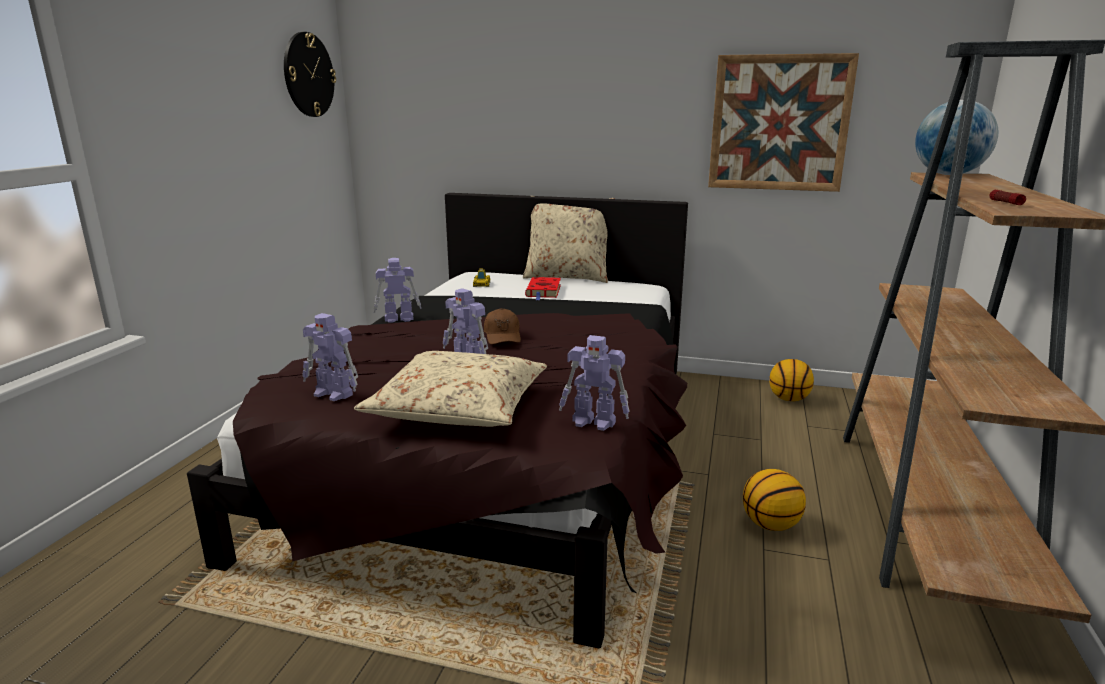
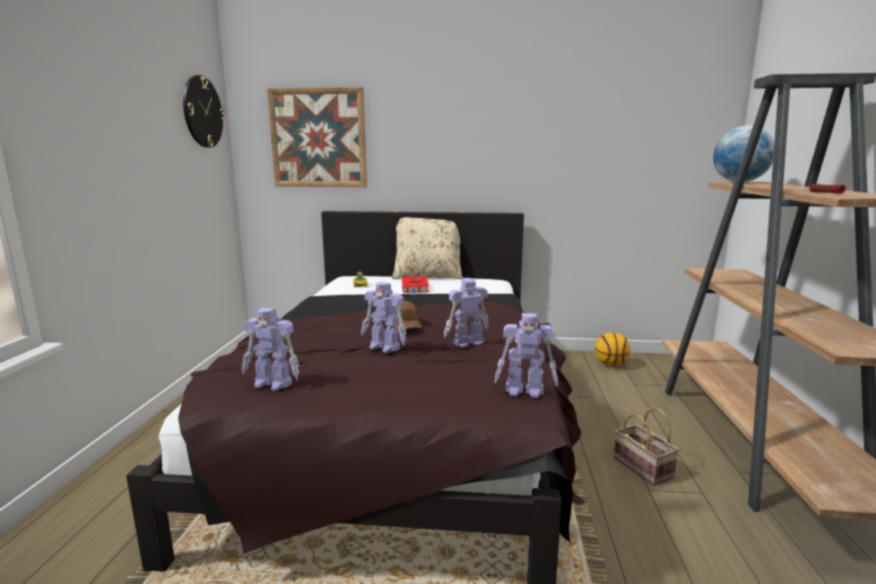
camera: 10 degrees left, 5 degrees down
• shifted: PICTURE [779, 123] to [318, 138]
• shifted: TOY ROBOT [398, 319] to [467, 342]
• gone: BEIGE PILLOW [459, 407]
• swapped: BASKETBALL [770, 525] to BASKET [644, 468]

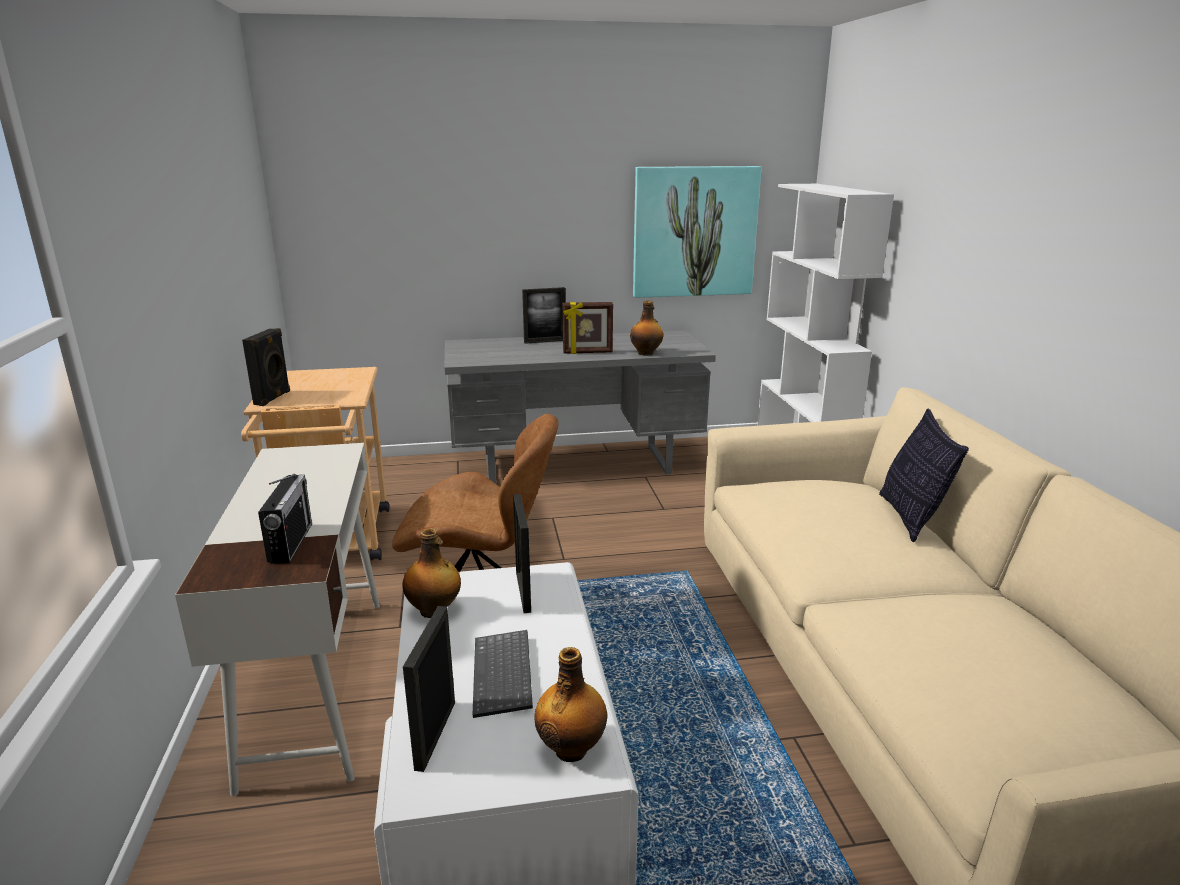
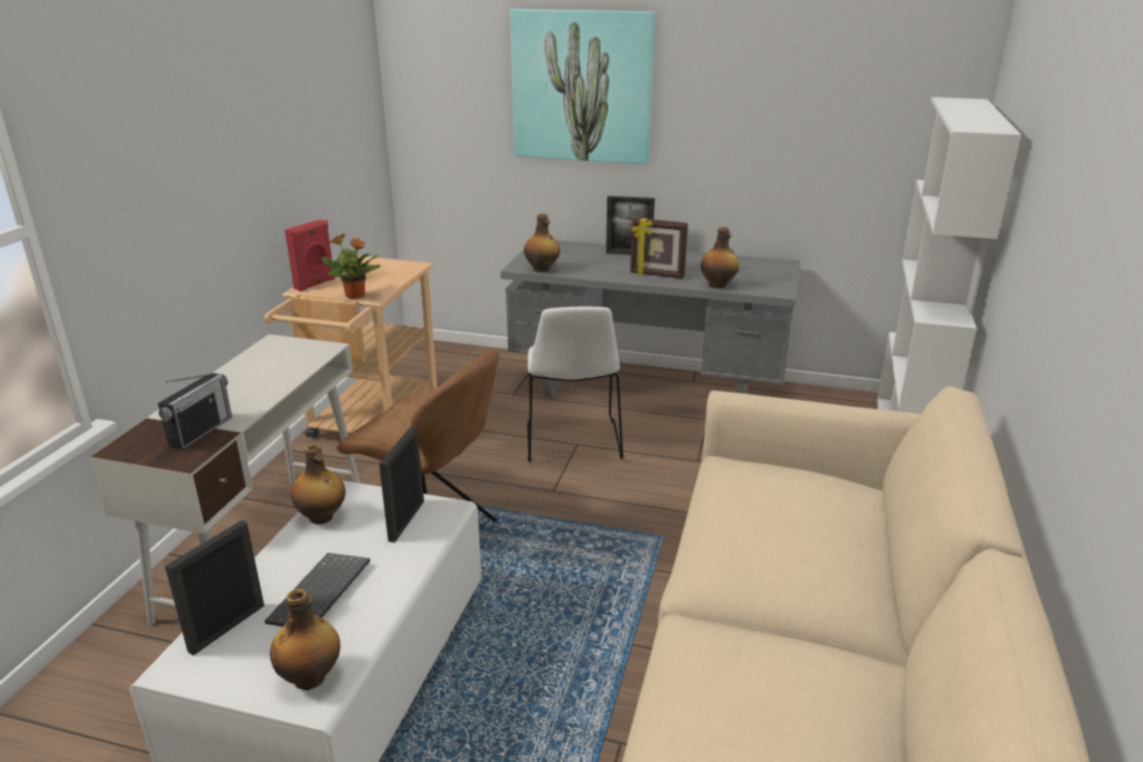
camera: 25 degrees right, 5 degrees up
• shifted: PICTURE [694, 232] to [582, 86]
• repainted: BLACK SPEAKER [273, 398] to RED SPEAKER [315, 284]
• gone: PILLOW [911, 518]
• new: BOTTLE [542, 270]
• new: POTTED PLANT [356, 296]
• new: WHITE CHAIR [573, 443]

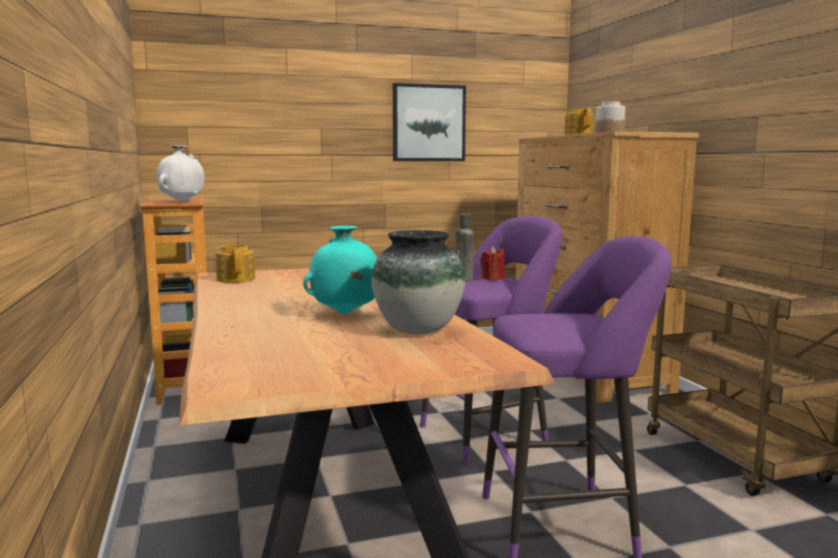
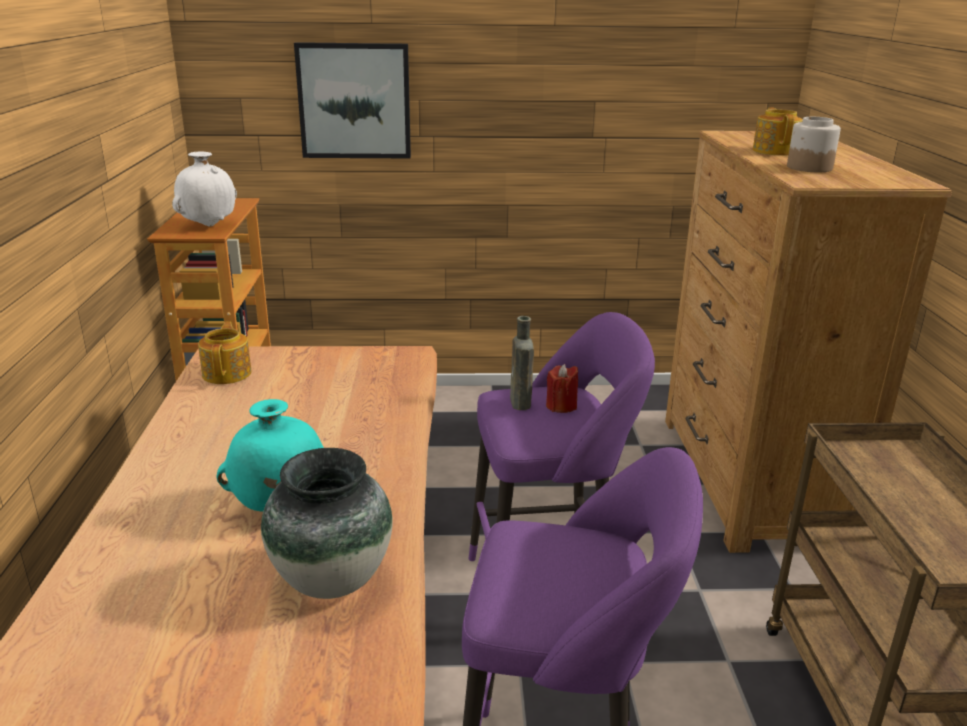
camera: 15 degrees right, 15 degrees up
• shifted: PICTURE [428, 123] to [354, 101]

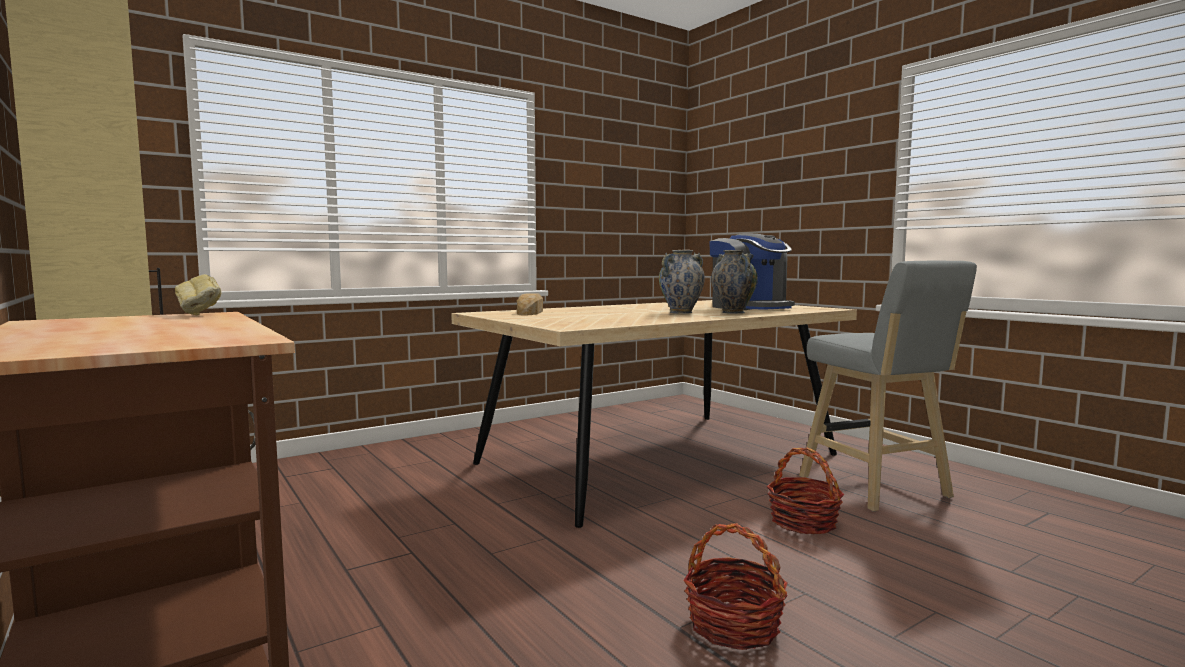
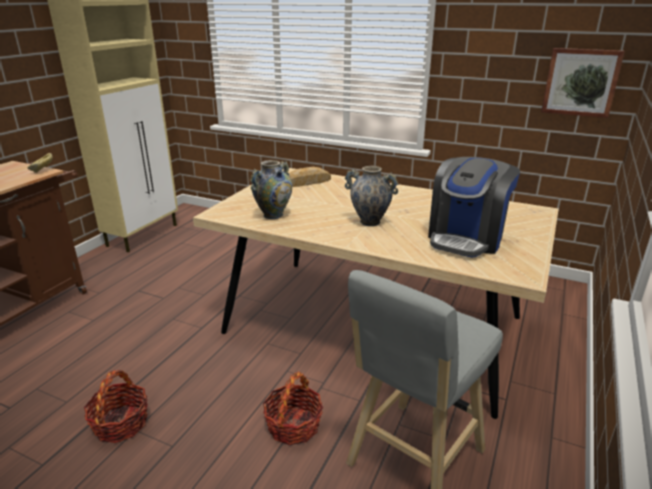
camera: 60 degrees right, 20 degrees up
• shifted: VASE [733, 312] to [273, 215]
• new: PICTURE [580, 82]

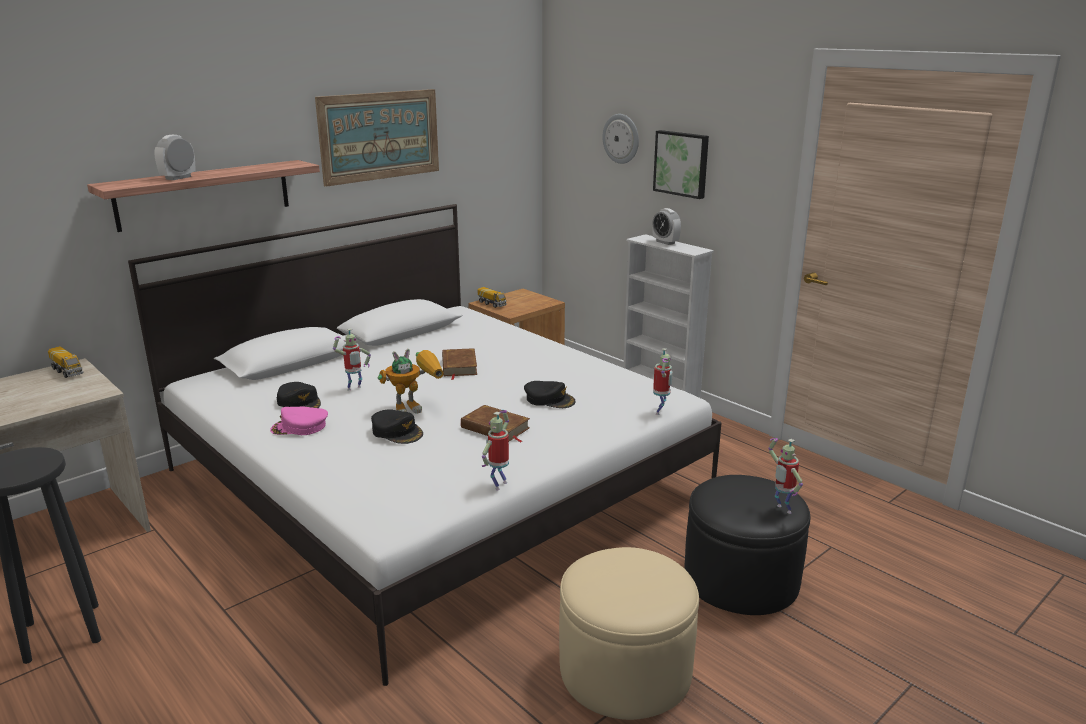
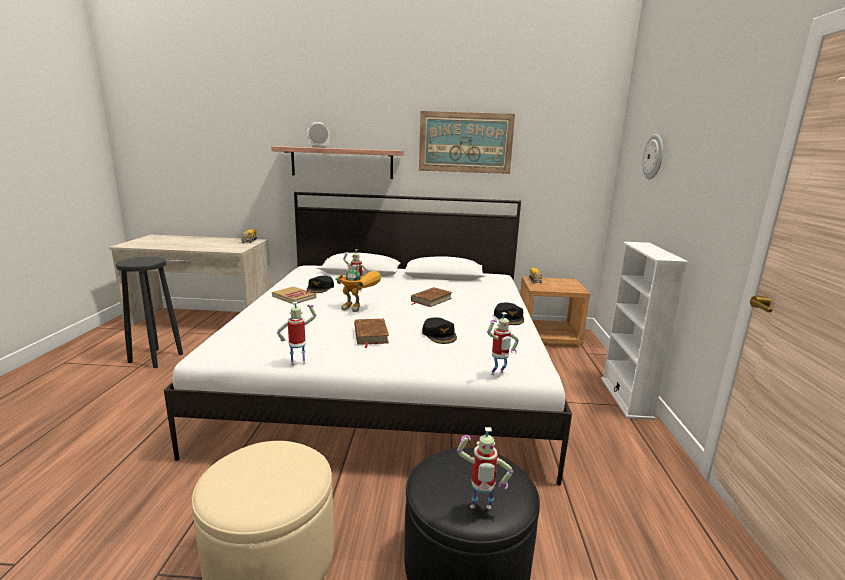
camera: 45 degrees right, 5 degrees down
• gone: PICTURE [682, 163]
• gone: ALARM CLOCK [665, 242]
• swapped: PINK CAP [300, 427] to BOOK [294, 297]
• shifted: BLACK CAP [397, 432] to [509, 317]
• rotated: TOY ROBOT [781, 509] = [480, 509] 105 degrees counterclockwise

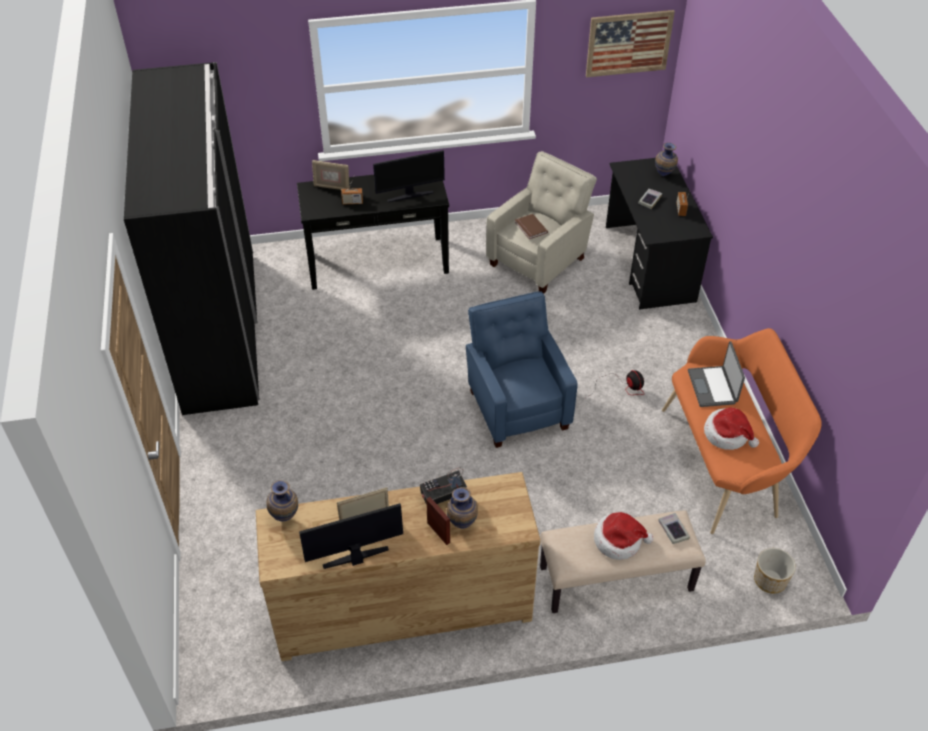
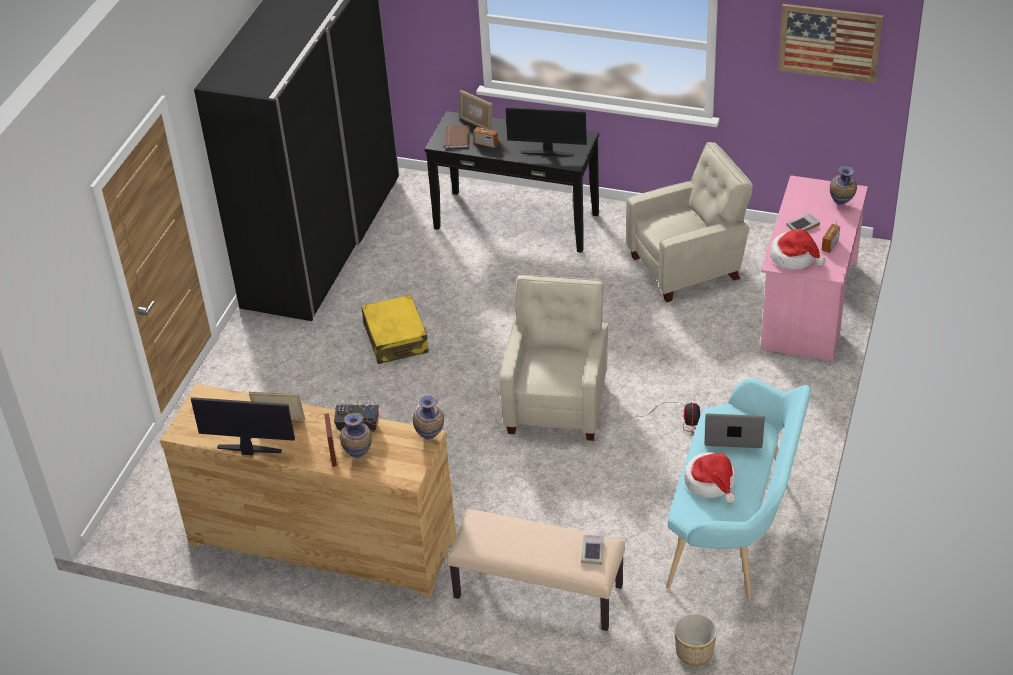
camera: 30 degrees right, 5 degrees down
• repainted: BLACK DESK [649, 264] to PINK DESK [809, 306]
• shifted: BROWN BOOK [530, 228] to [456, 138]
• repainted: BLUE ARMCHAIR [517, 406] to BEIGE ARMCHAIR [558, 403]
• repainted: ORANGE BENCH [725, 463] to TURQUOISE BENCH [735, 529]
• rotated: LAPTOP [713, 387] = [733, 434] 75 degrees clockwise
• shifted: VASE [285, 517] to [430, 437]
• shifted: HAT [619, 541] to [794, 257]
• new: YELLOW SUITCASE [396, 338]

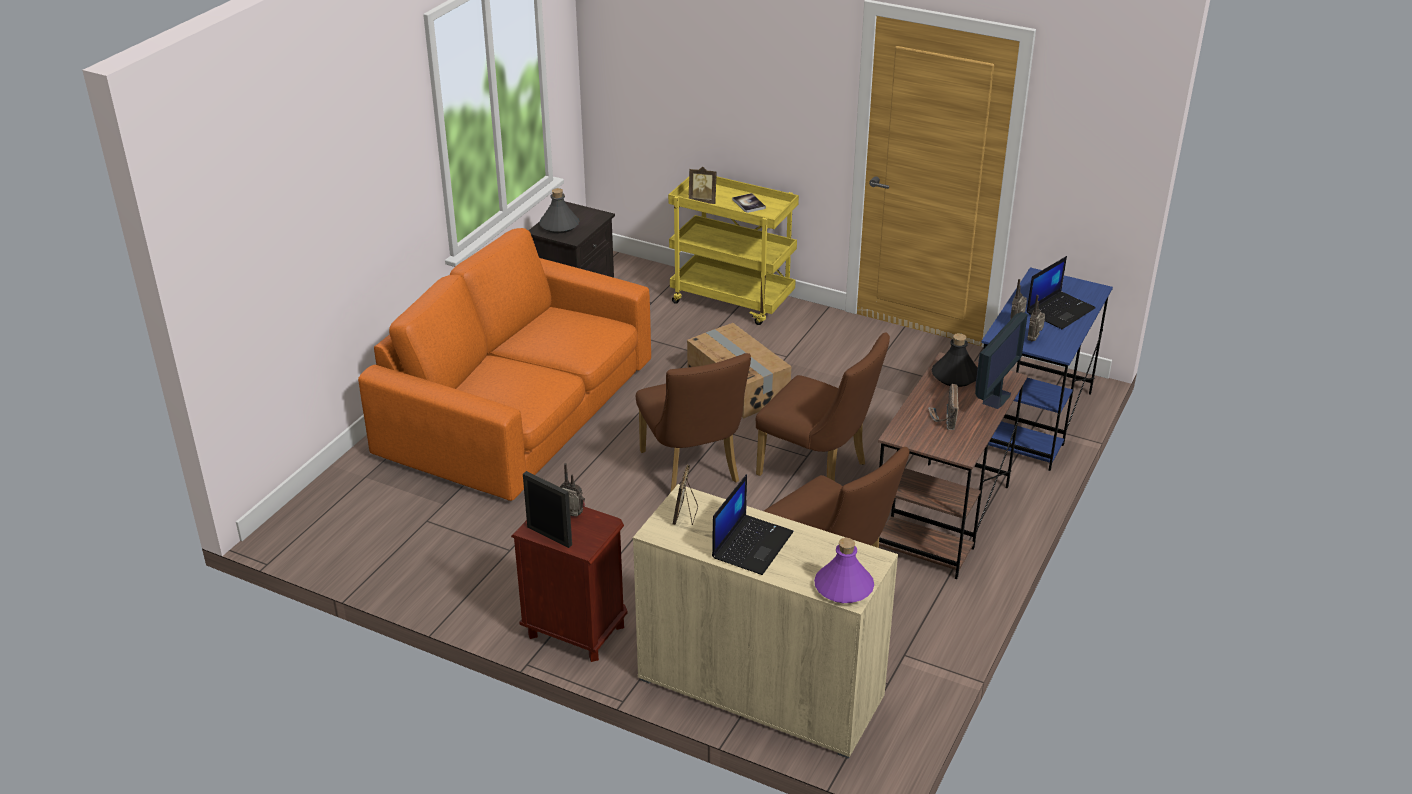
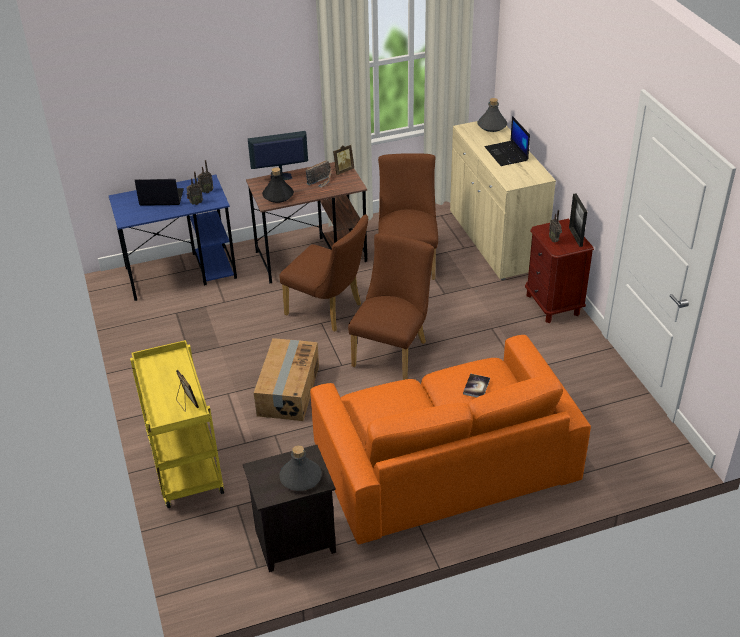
camera: 135 degrees left, 5 degrees up
• shifted: BOOK [748, 204] to [476, 386]
• rotated: BROWN CHAIR [819, 471] = [328, 311] 135 degrees clockwise
• shifted: PICTURE FRAME [685, 515] to [342, 170]
• rotated: LAPTOP [752, 544] = [507, 154] 90 degrees counterclockwise
• repainted: PURPLE BOTTLE [844, 587] to GREY BOTTLE [492, 125]

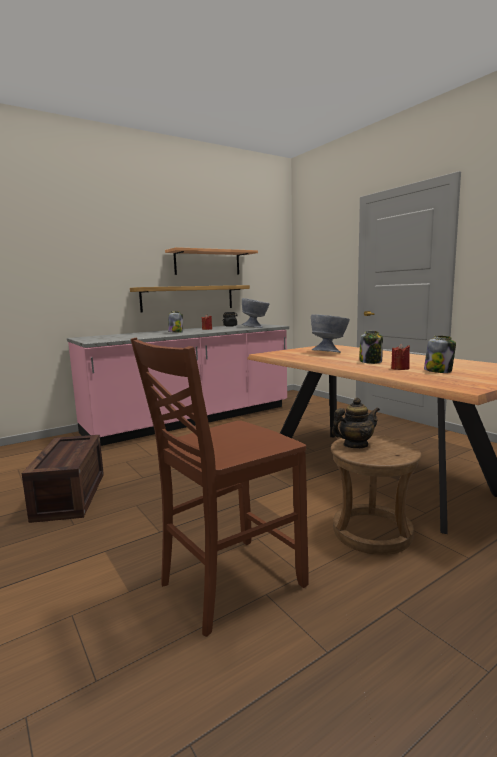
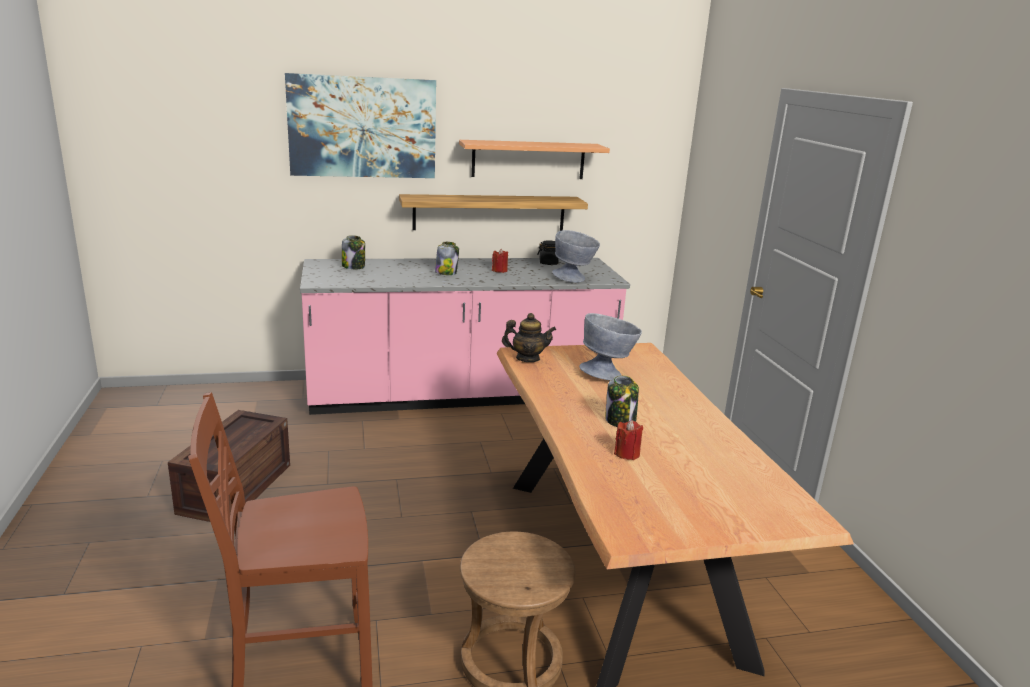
camera: 20 degrees right, 10 degrees up
• shifted: JAR [438, 371] to [354, 266]
• shifted: TEAPOT [355, 445] to [527, 358]
• new: PICTURE [362, 127]

